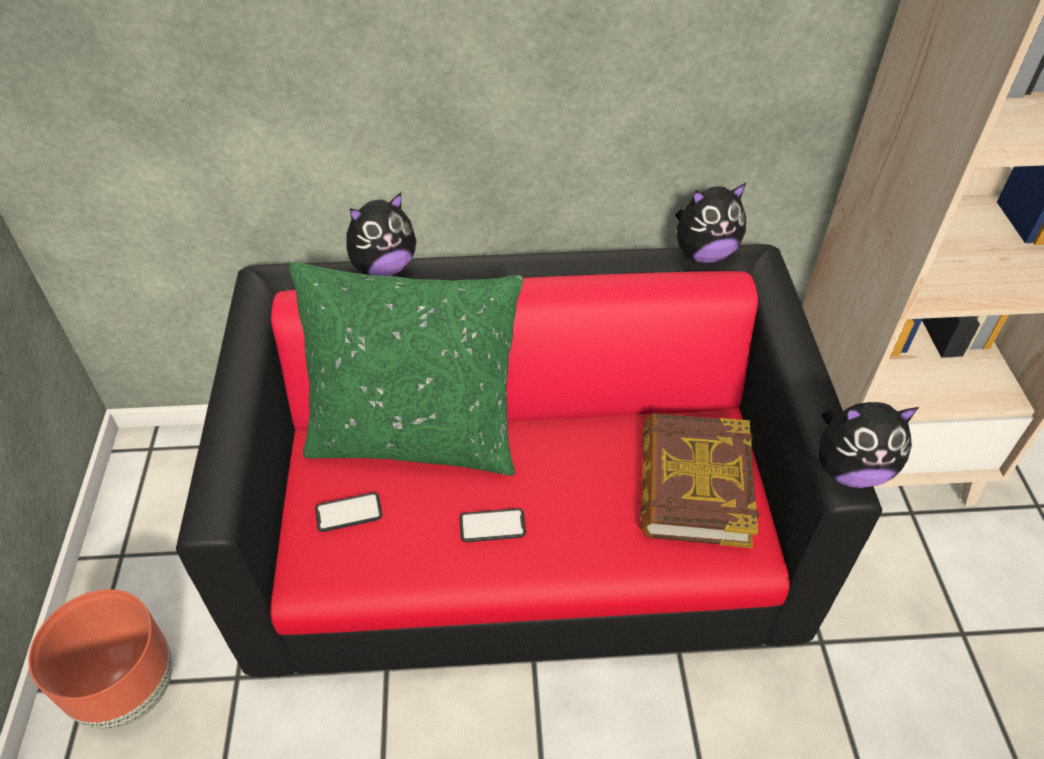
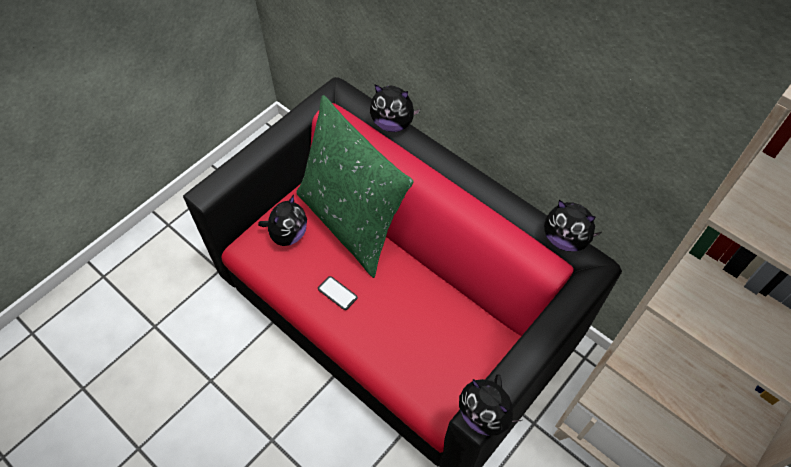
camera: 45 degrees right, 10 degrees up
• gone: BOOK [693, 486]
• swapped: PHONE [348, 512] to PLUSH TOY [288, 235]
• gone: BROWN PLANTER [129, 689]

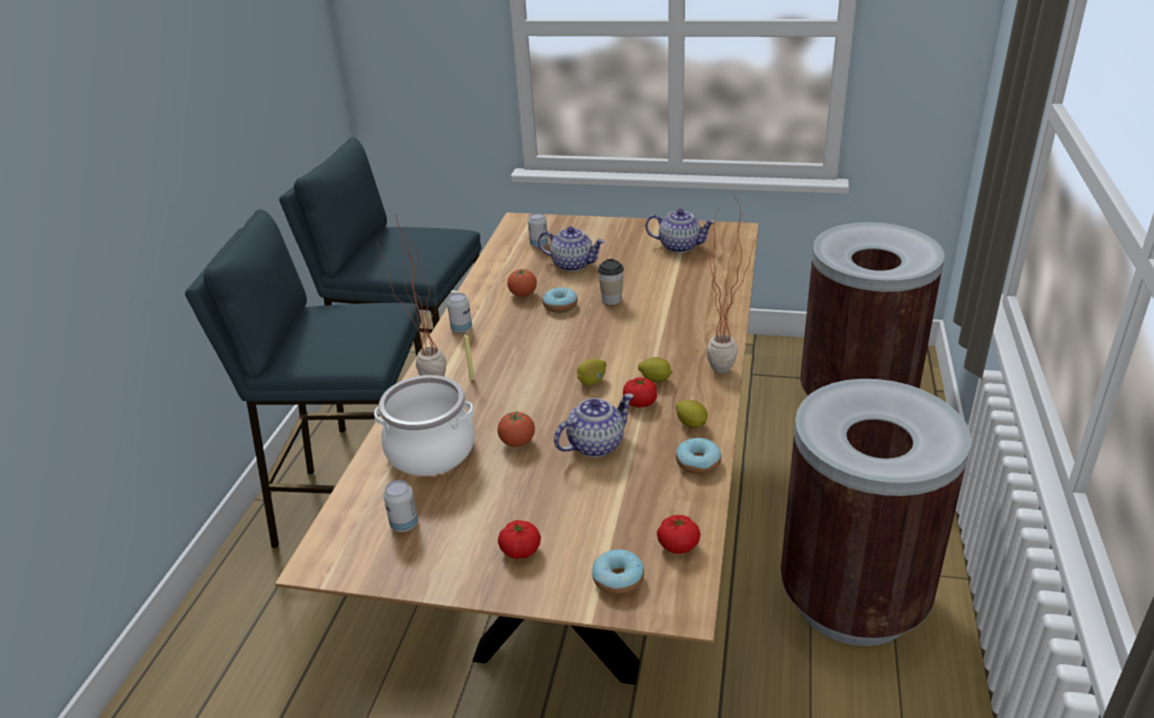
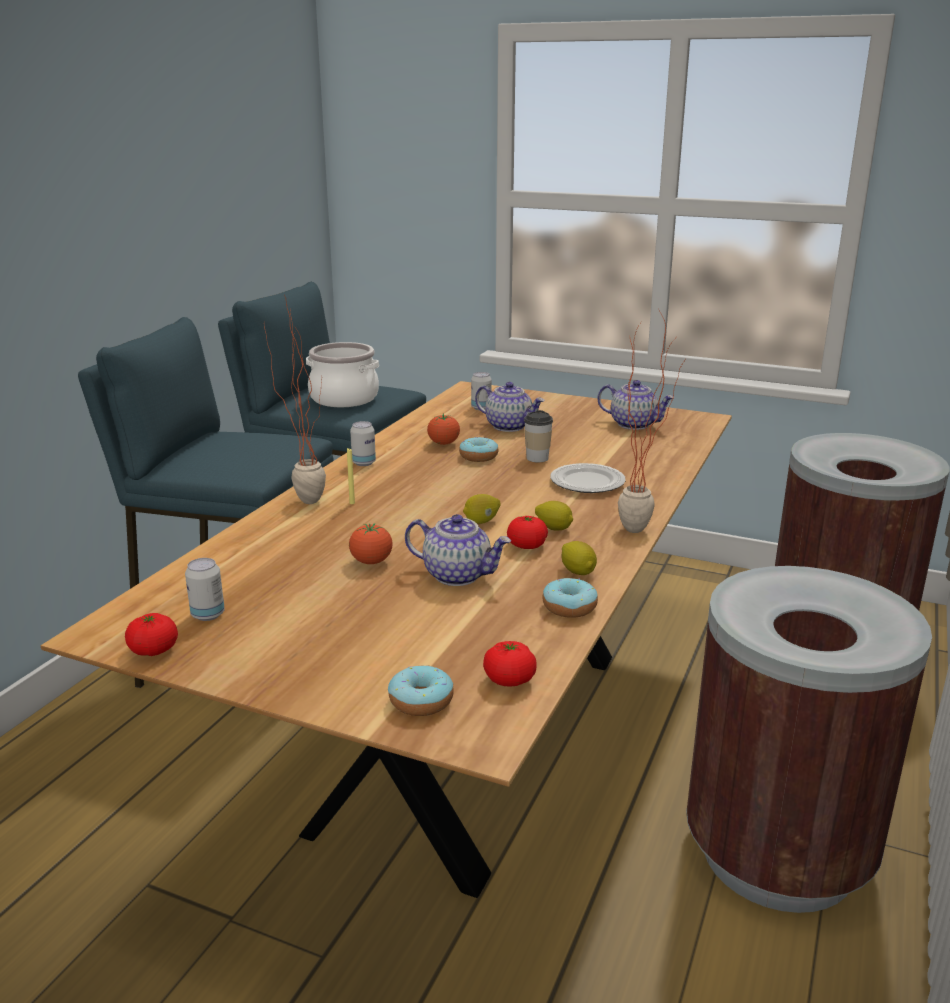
camera: 10 degrees right, 10 degrees down
• shifted: COOKING POT [430, 452] to [344, 399]
• rotated: TEAPOT [595, 444] = [458, 575] 45 degrees clockwise
• shifted: TOMATO [520, 550] to [154, 650]
• new: PLATE [588, 483]

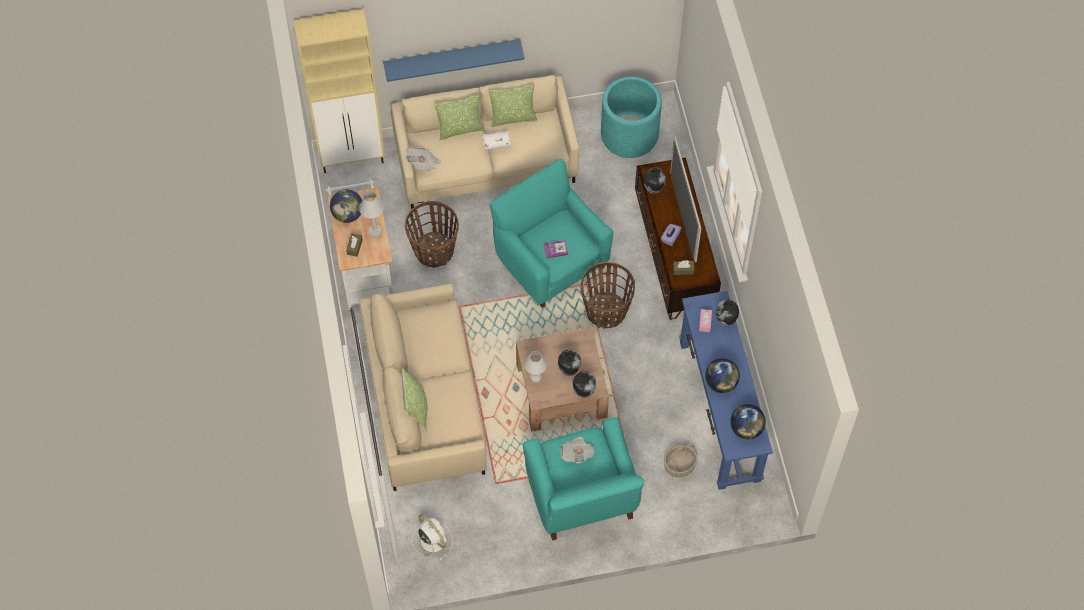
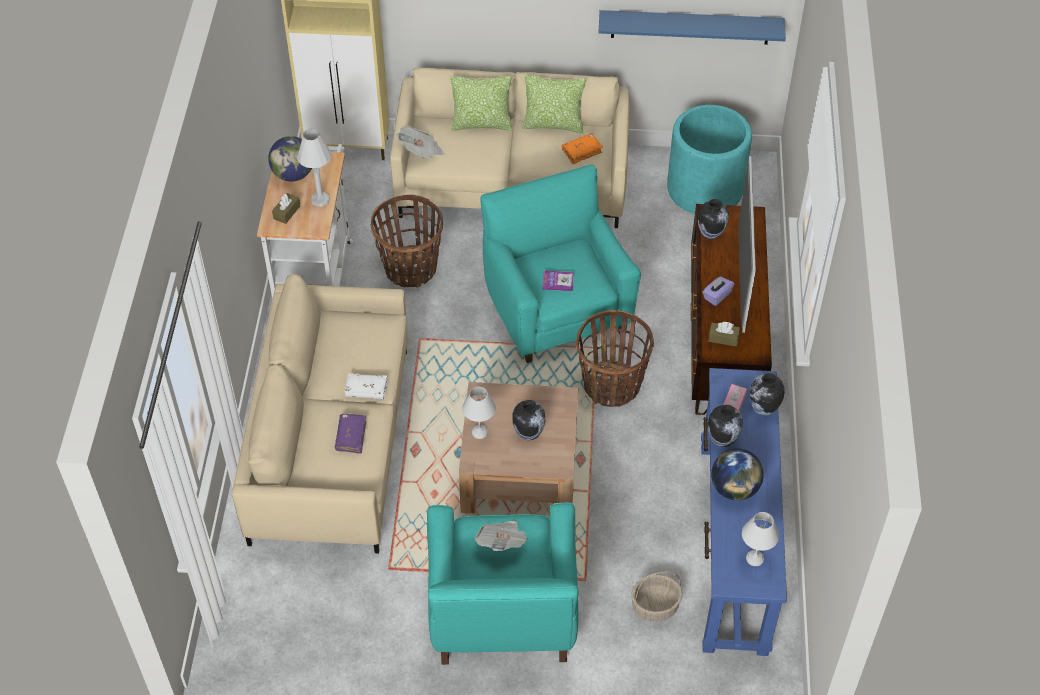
camera: 15 degrees right, 10 degrees down
• shifted: BLUE SHELF [452, 57] to [690, 27]
• shifted: WHITE BOOK [496, 143] to [366, 390]
• gone: PILLOW [416, 408]
• shifted: VASE [584, 392] to [722, 440]
• swapped: GLOBE [746, 429] to WHITE TABLE LAMP [755, 559]
• gone: WHITE FAN [432, 539]
• new: ORANGE BOOK [581, 151]
• new: PURPLE BOOK [351, 436]

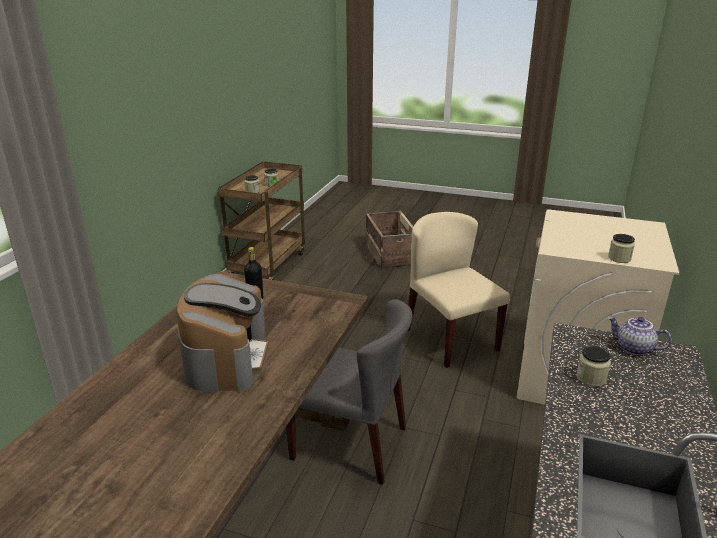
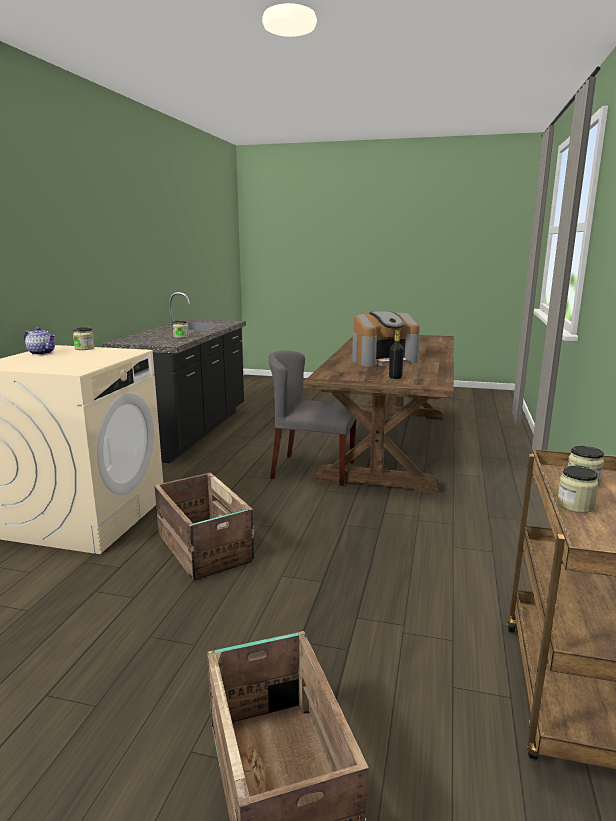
camera: 175 degrees right, 10 degrees down
• swapped: BEIGE CHAIR [450, 339] to CRATE [204, 548]
• rotated: COFFEE MACHINE [226, 359] = [384, 360] 105 degrees counterclockwise
• shifted: TEAPOT [633, 348] to [42, 353]

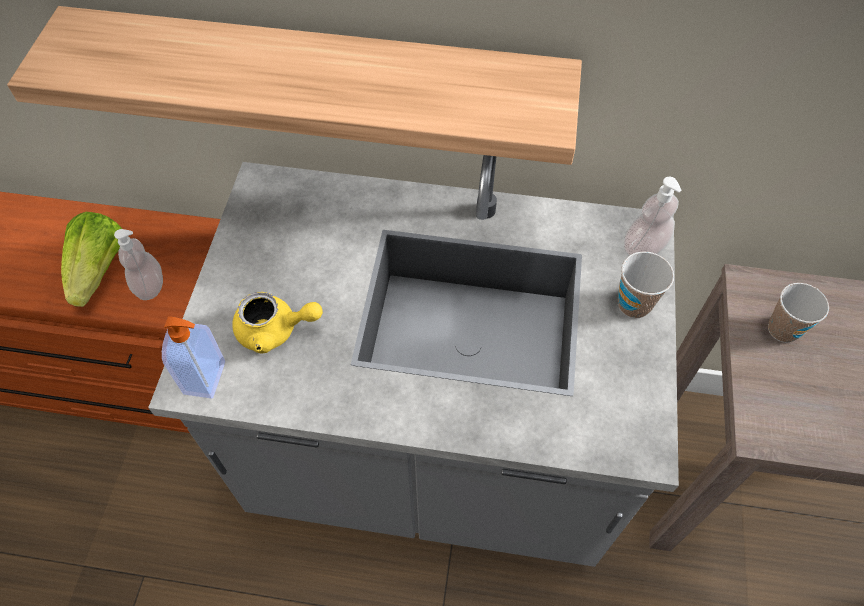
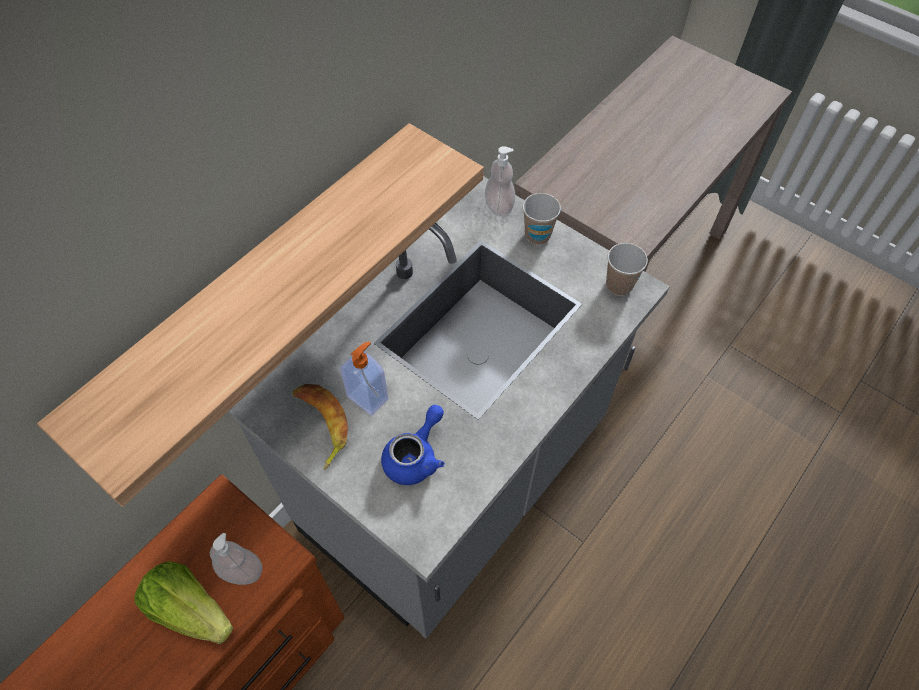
camera: 60 degrees left, 0 degrees up
• shifted: CUP [783, 330] to [619, 285]
• repainted: YELLOW TEAPOT [275, 330] to BLUE TEAPOT [415, 456]
• shifted: SOAP DISPENSER [206, 378] to [368, 397]
• new: BANANA [320, 425]

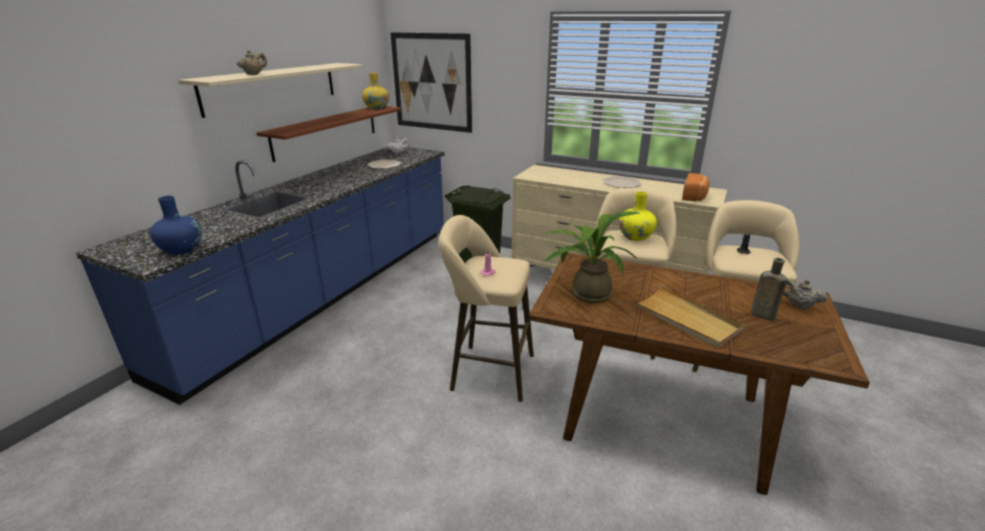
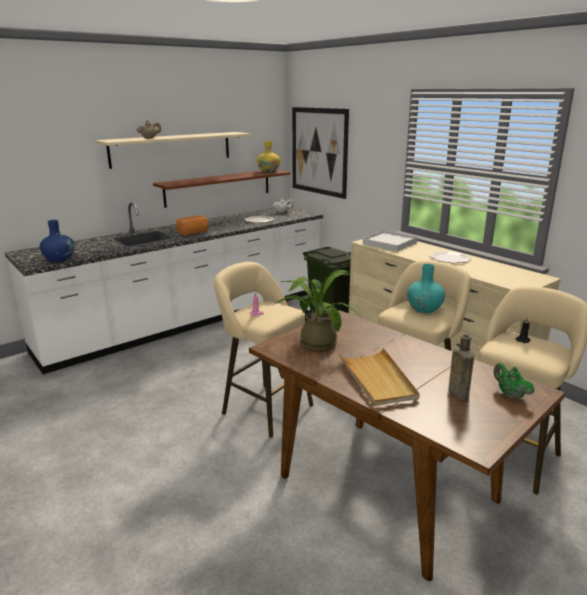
camera: 25 degrees right, 5 degrees down
• repainted: BLUE COUNTER [328, 292] to WHITE COUNTER [191, 321]
• shifted: BREAD [695, 196] to [194, 233]
• repainted: YELLOW VASE [635, 237] to TURQUOISE VASE [424, 309]
• repainted: BEIGE TEAPOT [798, 305] to GREEN TEAPOT [510, 395]
• new: WHITE TRAY [389, 243]

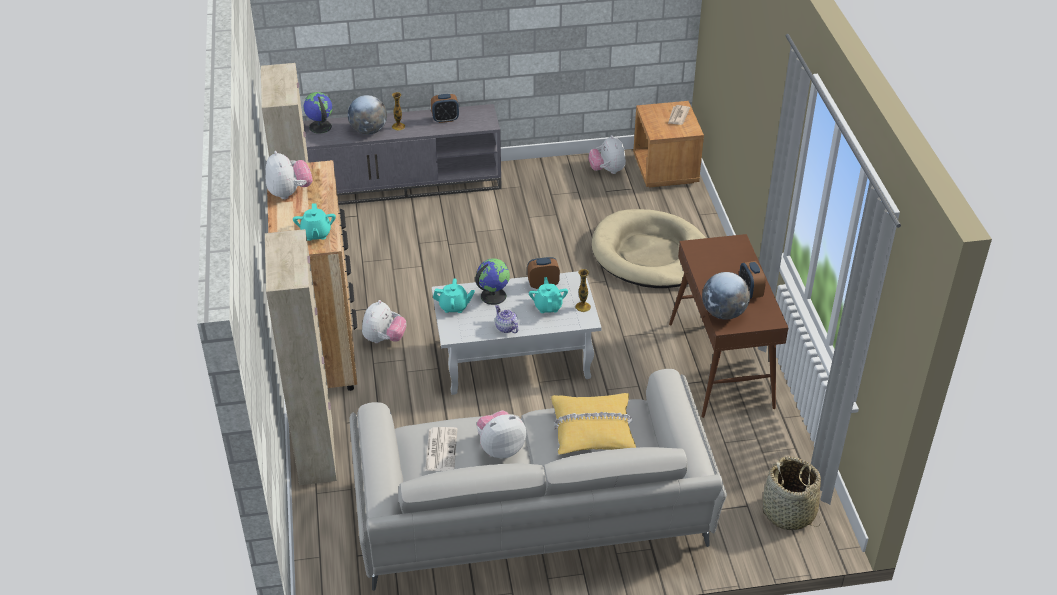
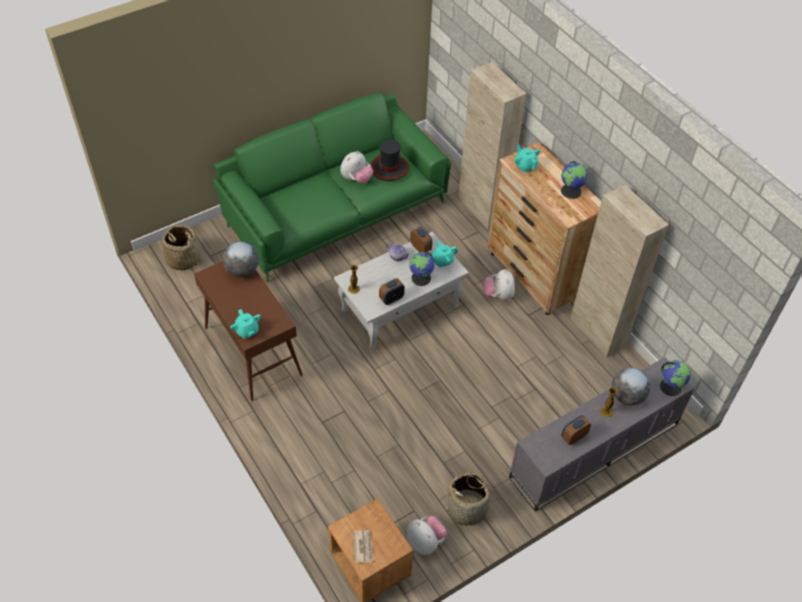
camera: 155 degrees right, 10 degrees up
• swapped: PLUSH TOY [289, 193] to GLOBE [571, 191]
• gone: BEIGE DOG BED [651, 254]
• shifted: ALARM CLOCK [750, 292] to [420, 248]
• shifted: TURQUOISE TEAPOT [548, 306] to [247, 331]
• repainted: GREY SOFA [531, 518] to GREEN SOFA [335, 211]
• gone: YELLOW PILLOW [593, 430]
• swapped: NEWSPAPER [440, 449] to HAT [389, 168]
• new: BASKET [468, 508]

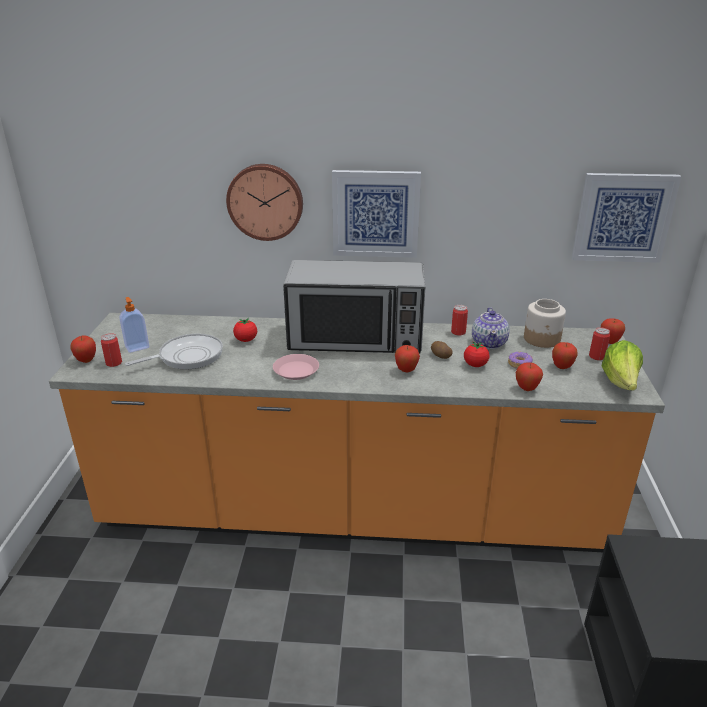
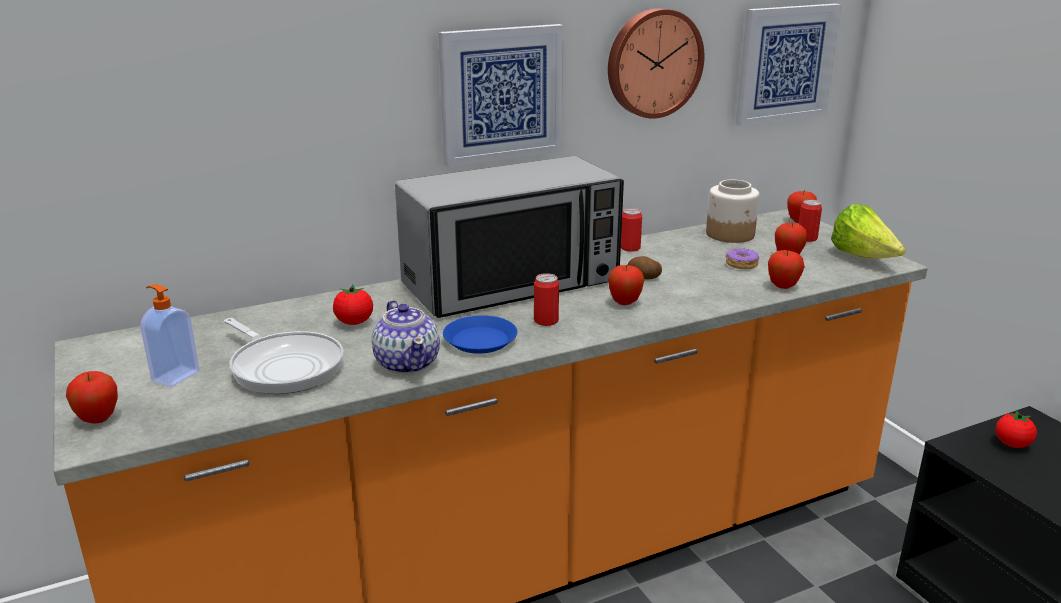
camera: 30 degrees left, 5 degrees down
• shifted: WALL CLOCK [265, 201] to [653, 63]
• shifted: TEAPOT [489, 343] to [407, 363]
• shifted: CAN [114, 363] to [546, 321]
• rotated: FRYING PAN [187, 356] = [284, 366] 105 degrees clockwise
• shifted: TOMATO [475, 365] to [1012, 444]
• repainted: PINK PLATE [295, 370] to BLUE PLATE [480, 340]

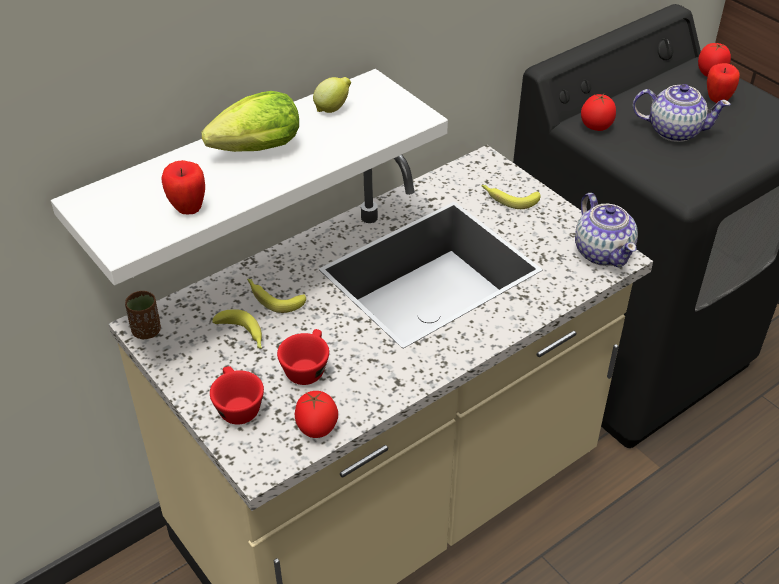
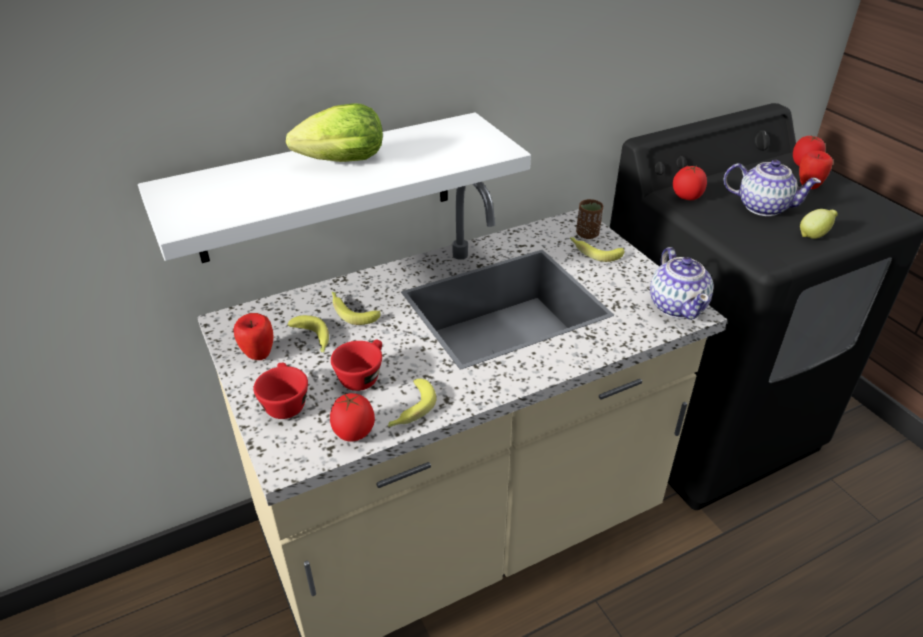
camera: 10 degrees right, 5 degrees down
• shifted: LEMON [333, 109] to [814, 236]
• shifted: APPLE [188, 209] to [258, 355]
• shifted: BROWN CUP [147, 331] to [587, 234]
• new: BANANA [410, 410]

